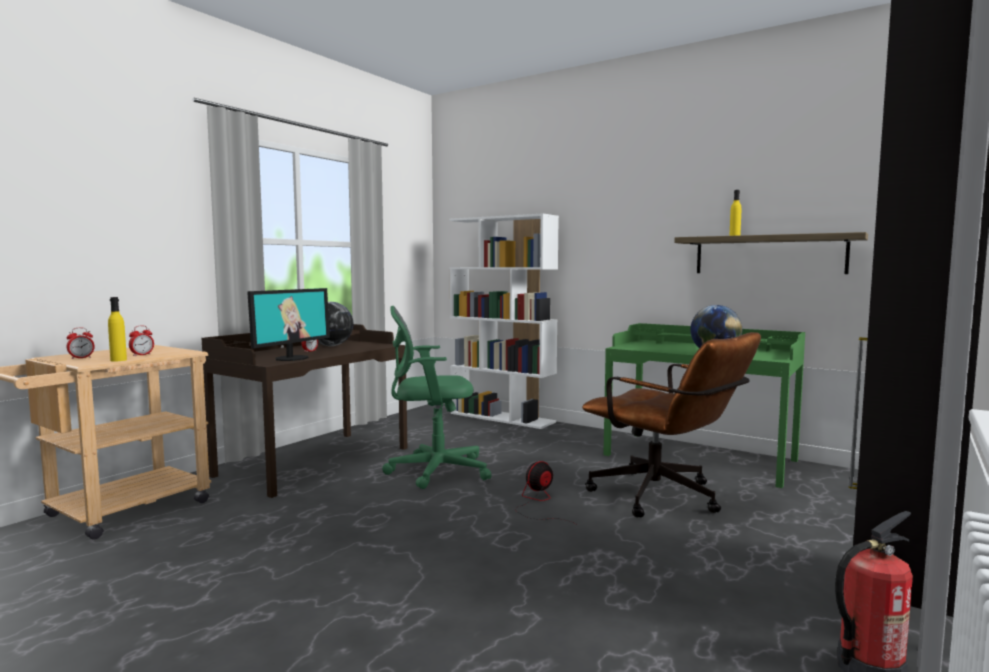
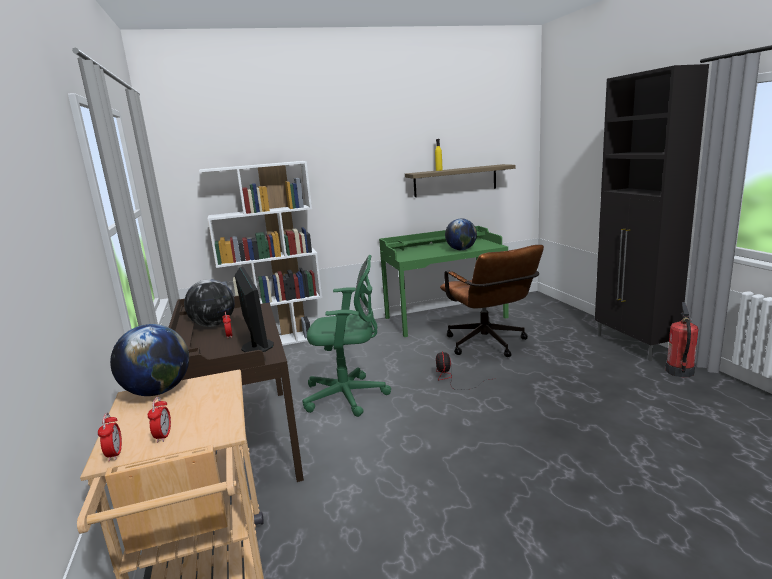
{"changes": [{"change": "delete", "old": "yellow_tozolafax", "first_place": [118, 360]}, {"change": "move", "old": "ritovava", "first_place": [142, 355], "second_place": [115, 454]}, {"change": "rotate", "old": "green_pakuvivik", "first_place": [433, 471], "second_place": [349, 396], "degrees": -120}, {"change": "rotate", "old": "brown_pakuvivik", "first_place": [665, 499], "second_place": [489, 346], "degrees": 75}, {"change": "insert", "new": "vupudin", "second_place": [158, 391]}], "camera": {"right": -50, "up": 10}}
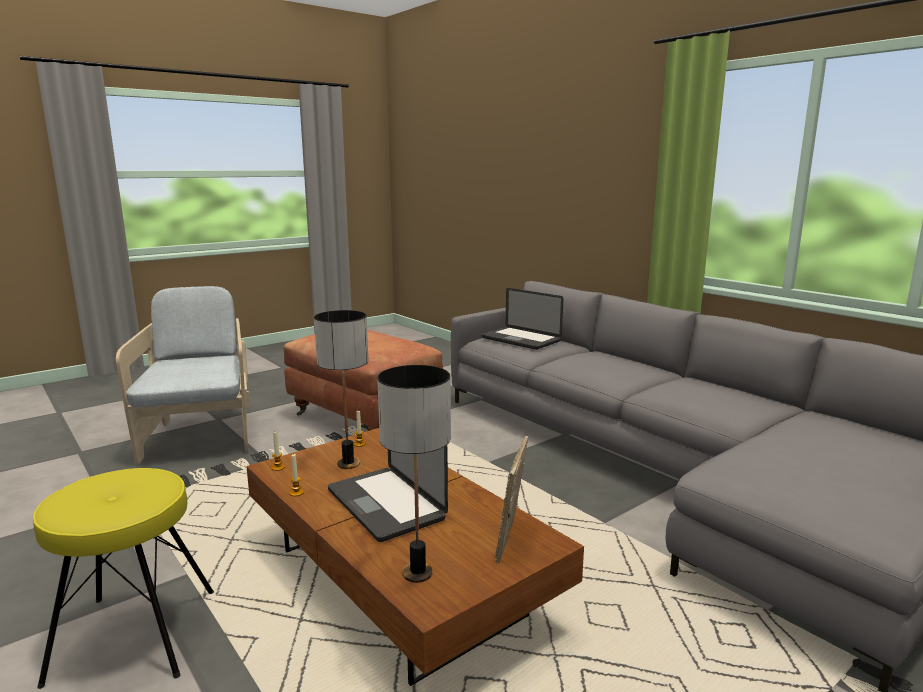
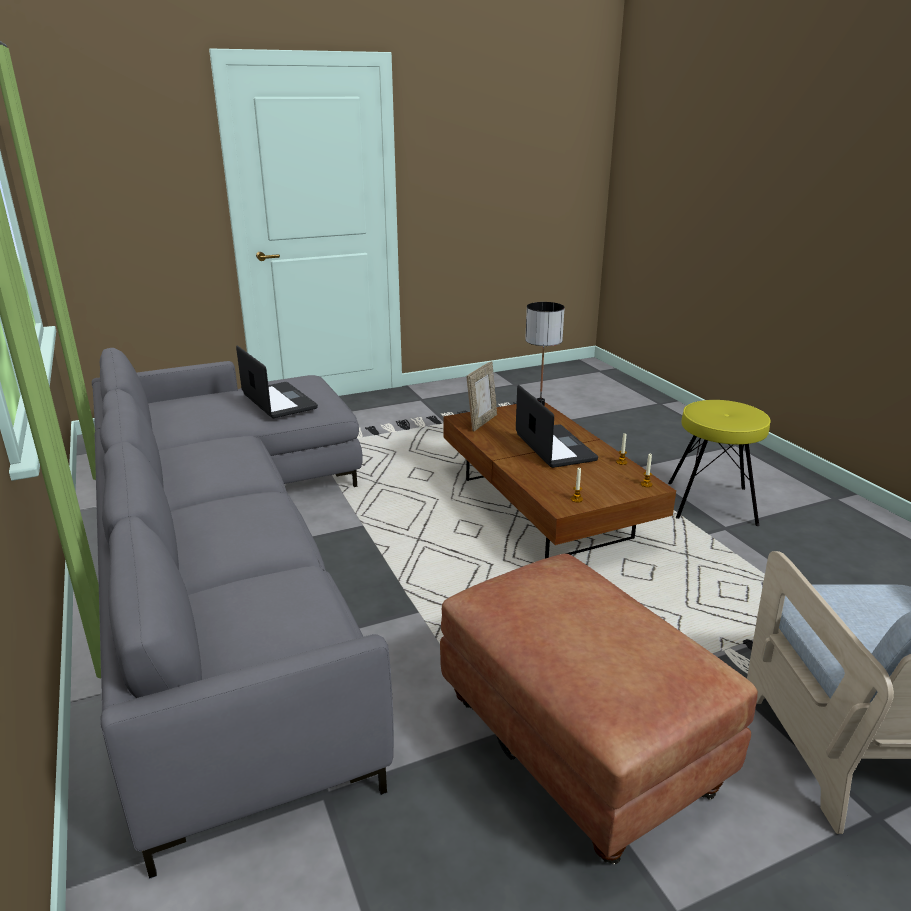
{"changes": [{"change": "delete", "old": "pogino", "first_place": [347, 464]}, {"change": "move", "old": "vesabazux", "first_place": [520, 339], "second_place": [279, 401]}], "camera": {"right": -165, "up": 10}}
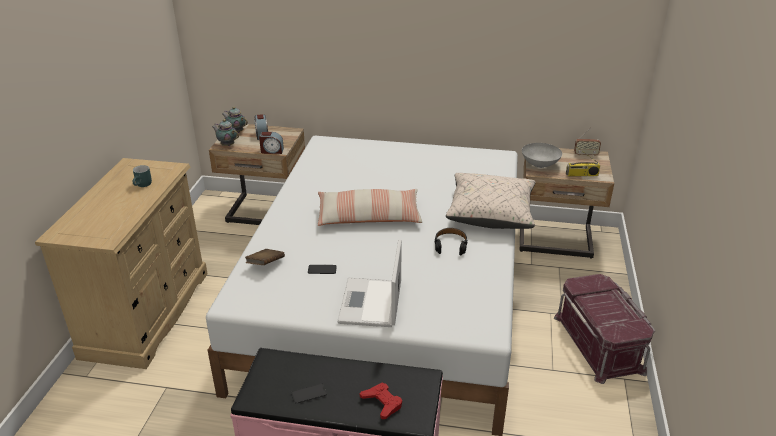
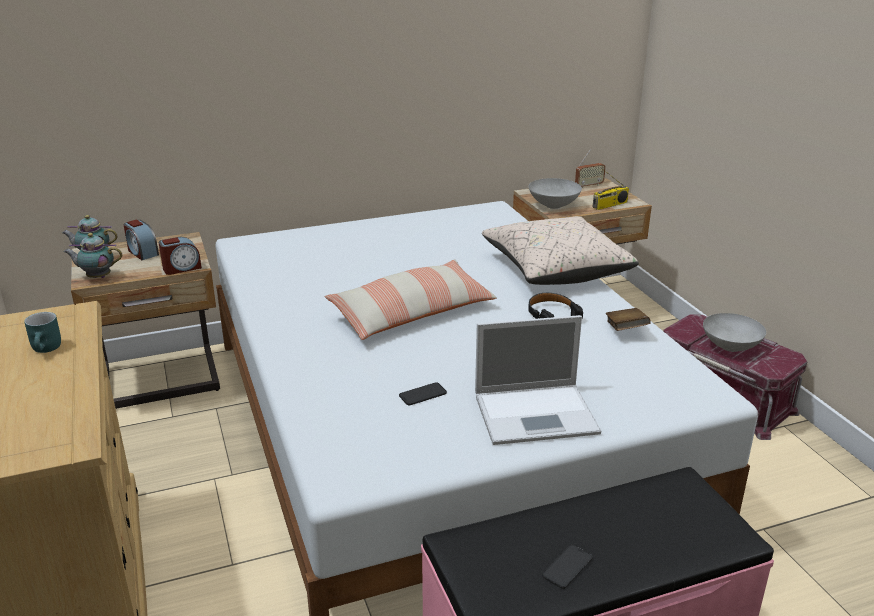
{"changes": [{"change": "move", "old": "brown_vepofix", "first_place": [265, 264], "second_place": [625, 330]}, {"change": "rotate", "old": "vesabazux", "first_place": [370, 304], "second_place": [538, 414], "degrees": -75}, {"change": "delete", "old": "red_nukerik", "first_place": [382, 403]}, {"change": "insert", "new": "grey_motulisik", "second_place": [729, 346]}], "camera": {"right": -30, "up": -5}}
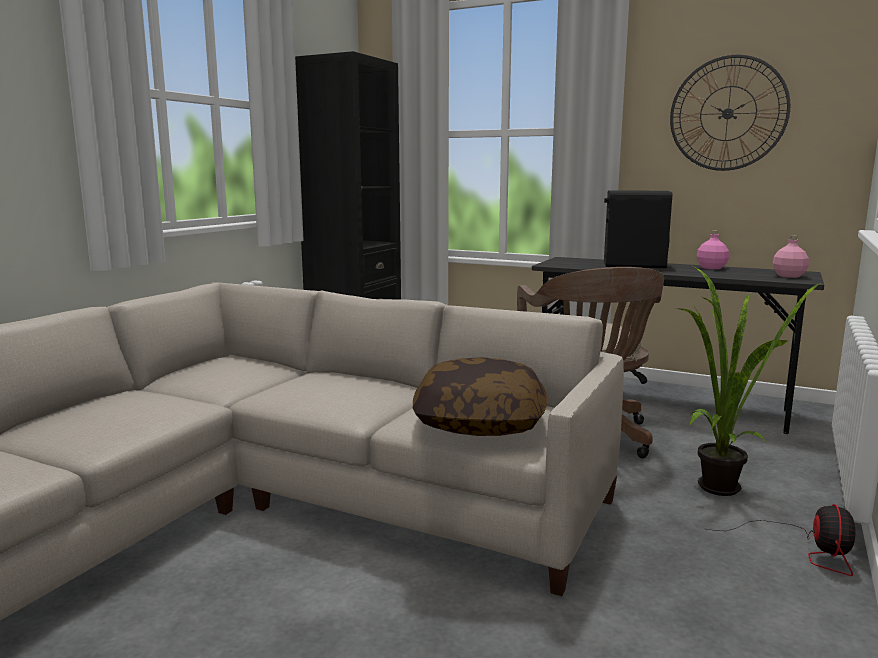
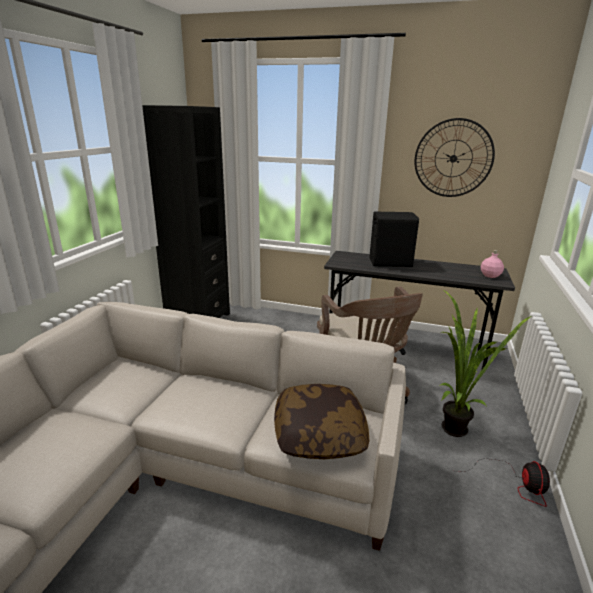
{"changes": [{"change": "delete", "old": "pink_tozolafax", "first_place": [711, 268]}], "camera": {"right": -10, "up": 10}}
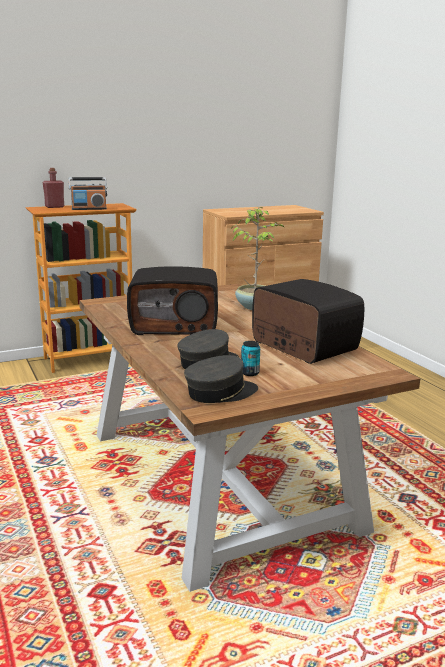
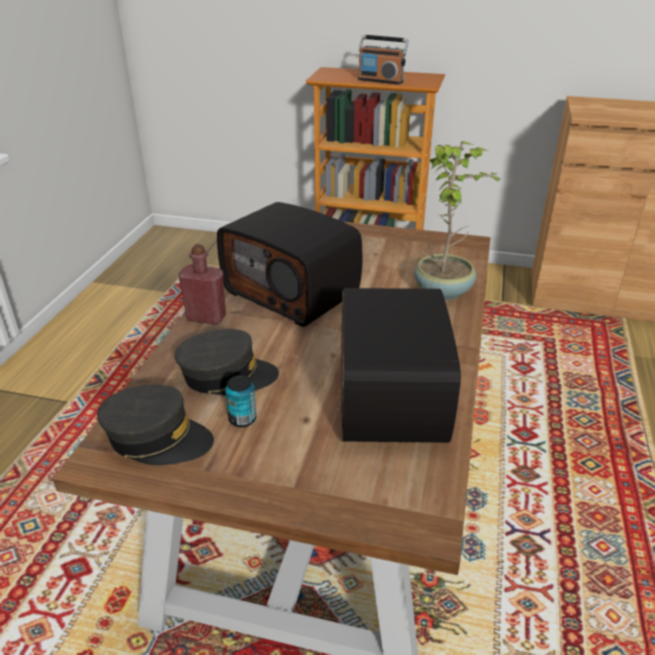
{"changes": [{"change": "move", "old": "red_tozolafax", "first_place": [54, 207], "second_place": [206, 317]}], "camera": {"right": 40, "up": 15}}
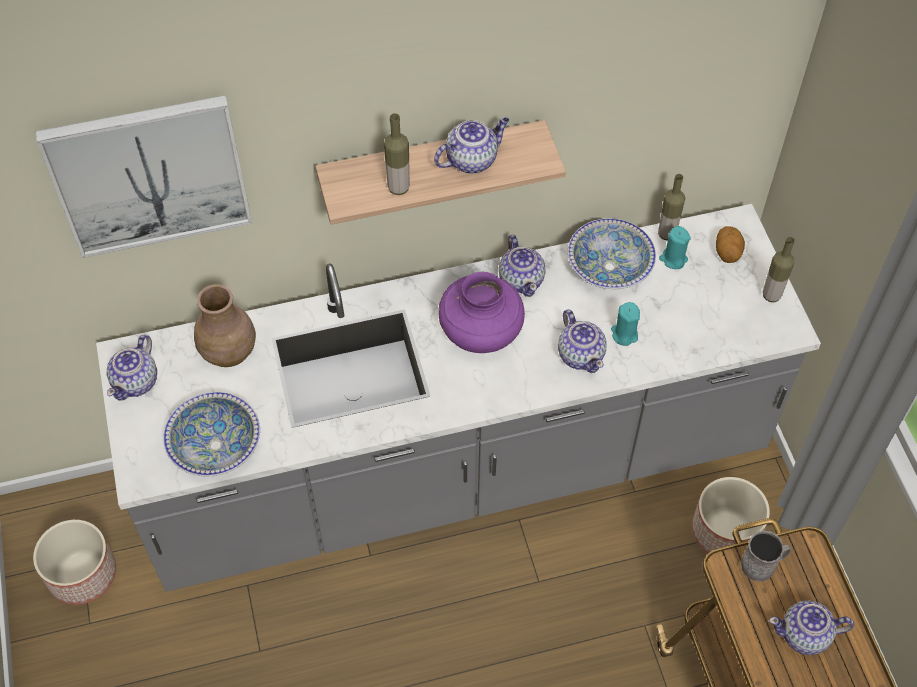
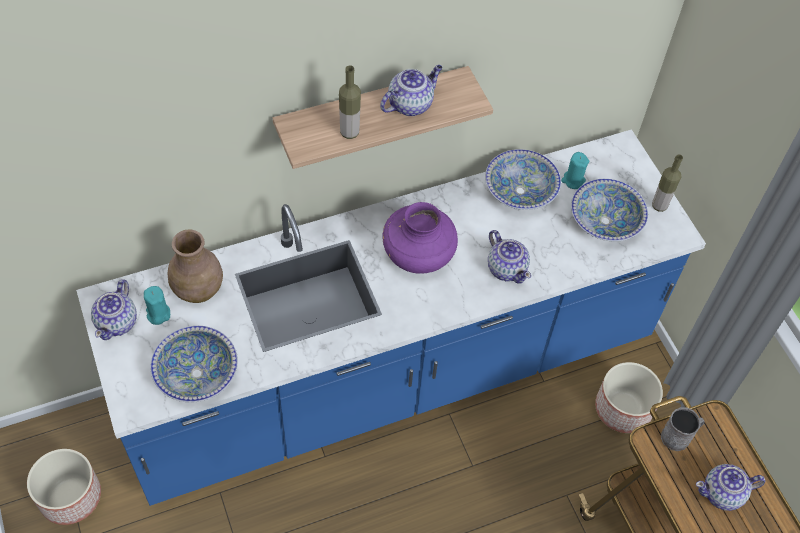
{"changes": [{"change": "delete", "old": "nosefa", "first_place": [149, 175]}, {"change": "recolor", "old": "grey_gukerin", "new": "blue_gukerin", "first_place": [458, 470], "second_place": [392, 375]}, {"change": "delete", "old": "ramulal", "first_place": [521, 279]}, {"change": "move", "old": "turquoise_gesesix", "first_place": [624, 334], "second_place": [158, 314]}, {"change": "delete", "old": "tozolafax", "first_place": [667, 234]}, {"change": "delete", "old": "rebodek", "first_place": [727, 253]}, {"change": "insert", "new": "motulisik", "second_place": [605, 221]}], "camera": {"right": -10, "up": 0}}
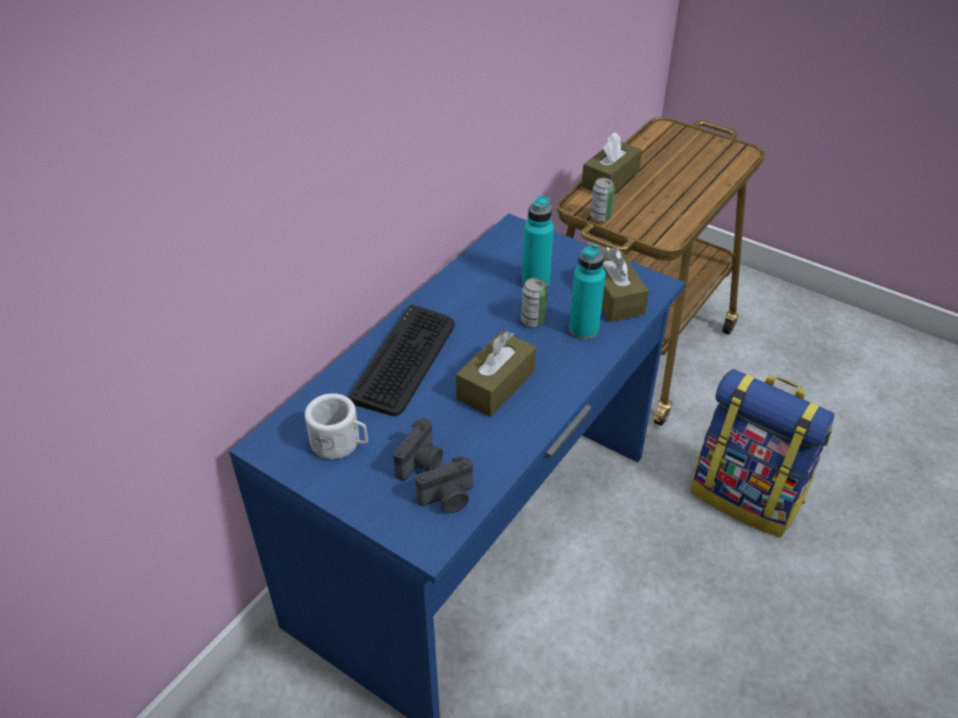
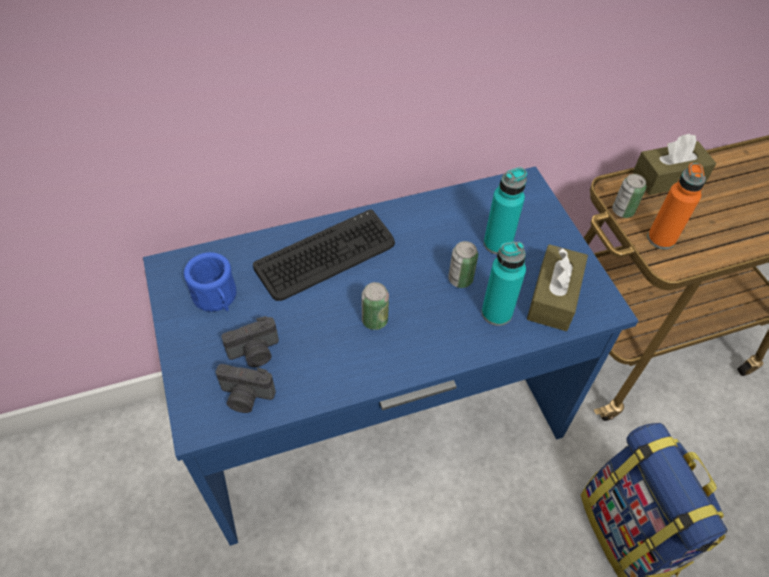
{"changes": [{"change": "recolor", "old": "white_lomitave", "new": "blue_lomitave", "first_place": [340, 443], "second_place": [217, 298]}, {"change": "replace", "old": "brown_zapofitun", "new": "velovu", "first_place": [496, 385], "second_place": [374, 320]}, {"change": "insert", "new": "orange_tozolafax", "second_place": [661, 239]}], "camera": {"right": 35, "up": 10}}
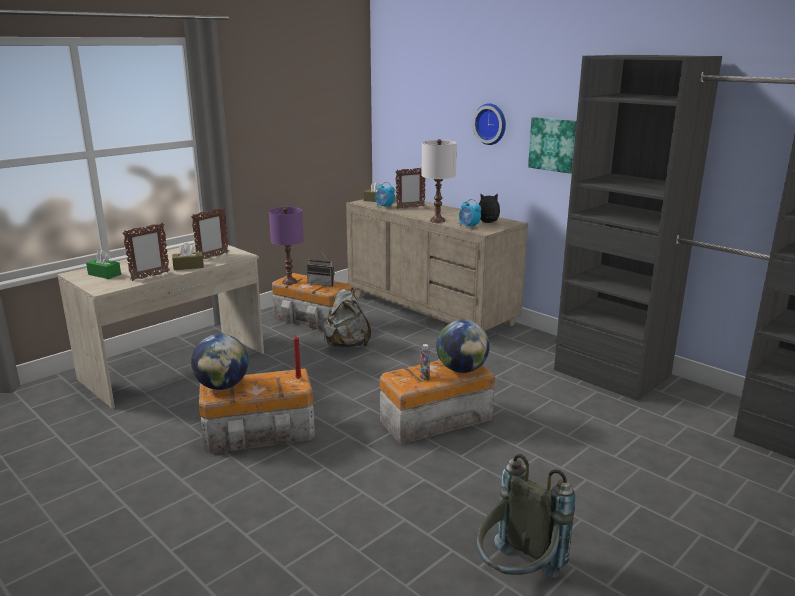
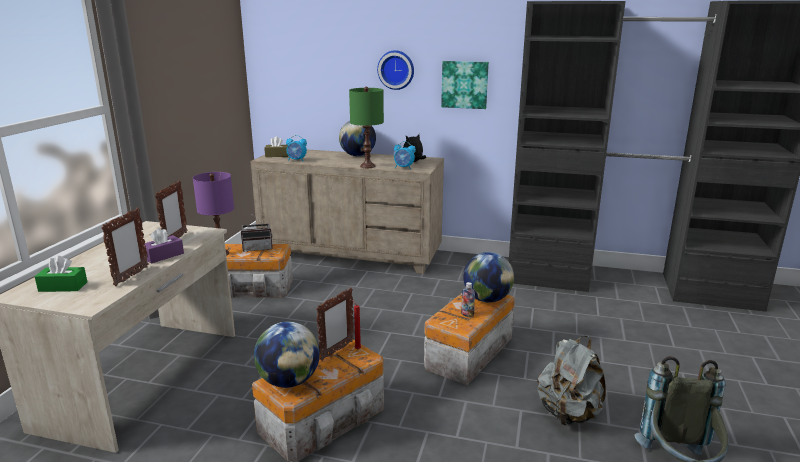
{"changes": [{"change": "recolor", "old": "brown_zapofitun", "new": "purple_zapofitun", "first_place": [188, 266], "second_place": [163, 256]}, {"change": "move", "old": "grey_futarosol", "first_place": [347, 345], "second_place": [569, 414]}, {"change": "move", "old": "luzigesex", "first_place": [410, 207], "second_place": [336, 351]}, {"change": "recolor", "old": "white_pogino", "new": "green_pogino", "first_place": [437, 220], "second_place": [367, 166]}, {"change": "insert", "new": "vupudin", "second_place": [358, 155]}], "camera": {"right": -30, "up": 0}}
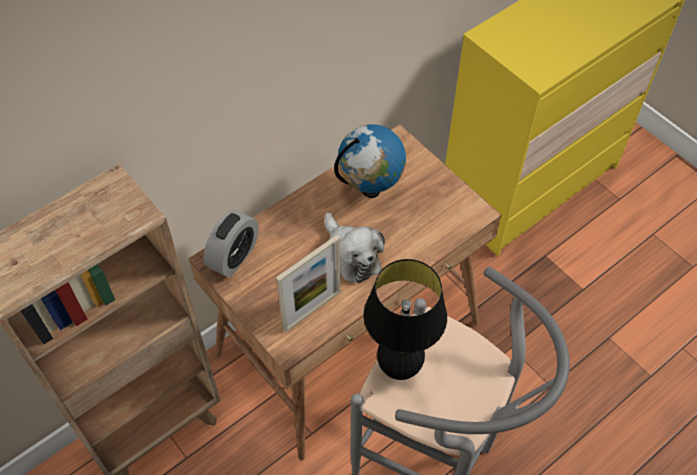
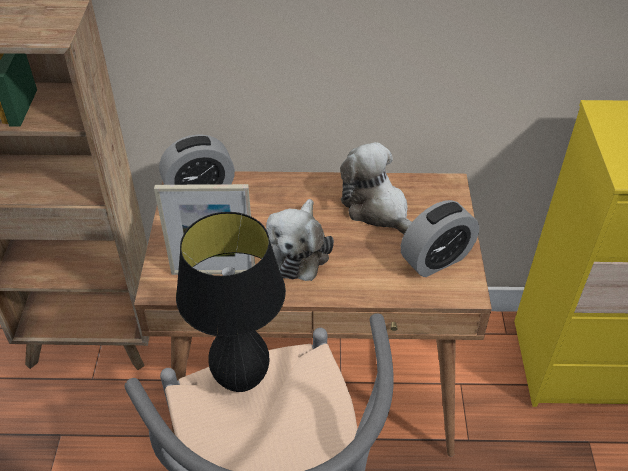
{"changes": [{"change": "replace", "old": "vupudin", "new": "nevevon", "first_place": [370, 189], "second_place": [377, 209]}, {"change": "insert", "new": "ritovava", "second_place": [436, 259]}], "camera": {"right": 40, "up": -10}}
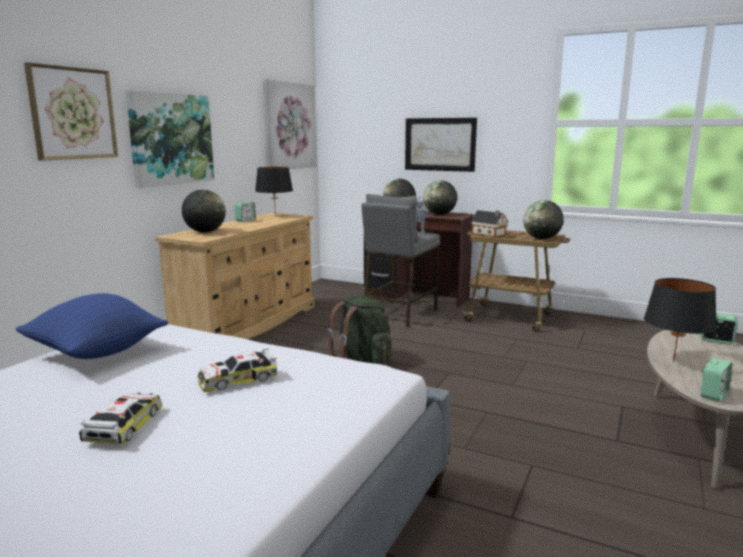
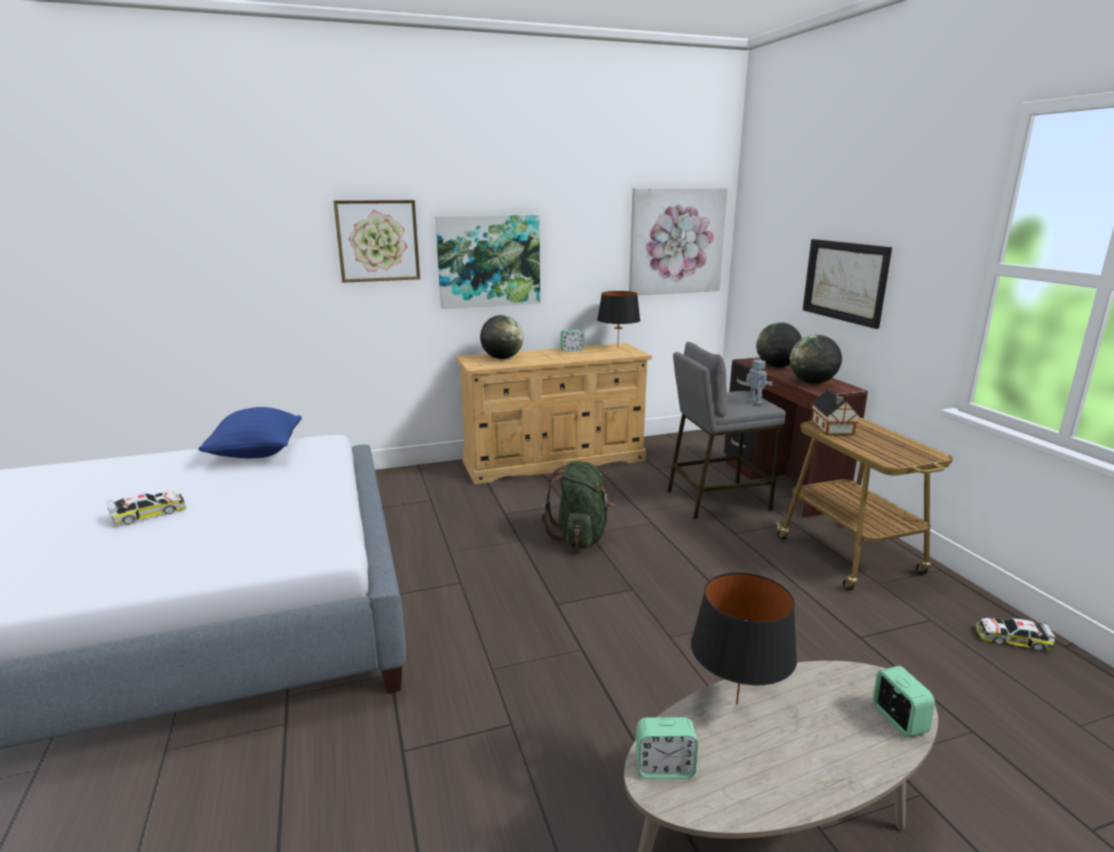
{"changes": [{"change": "move", "old": "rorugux", "first_place": [237, 379], "second_place": [1012, 639]}, {"change": "delete", "old": "vupudin", "first_place": [541, 239]}], "camera": {"right": 45, "up": 5}}
